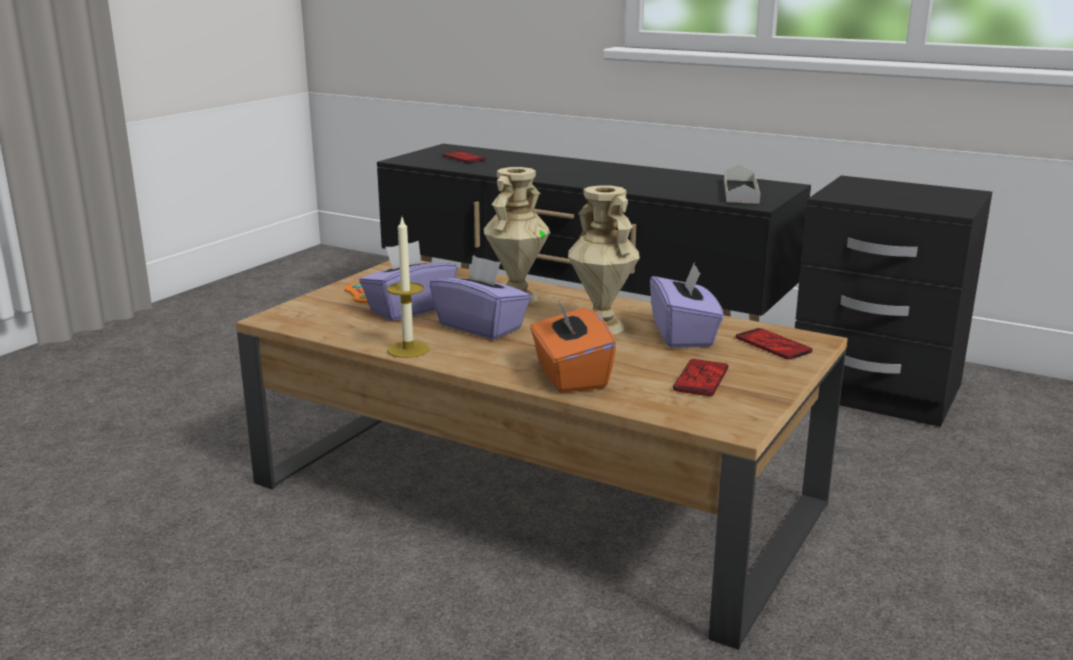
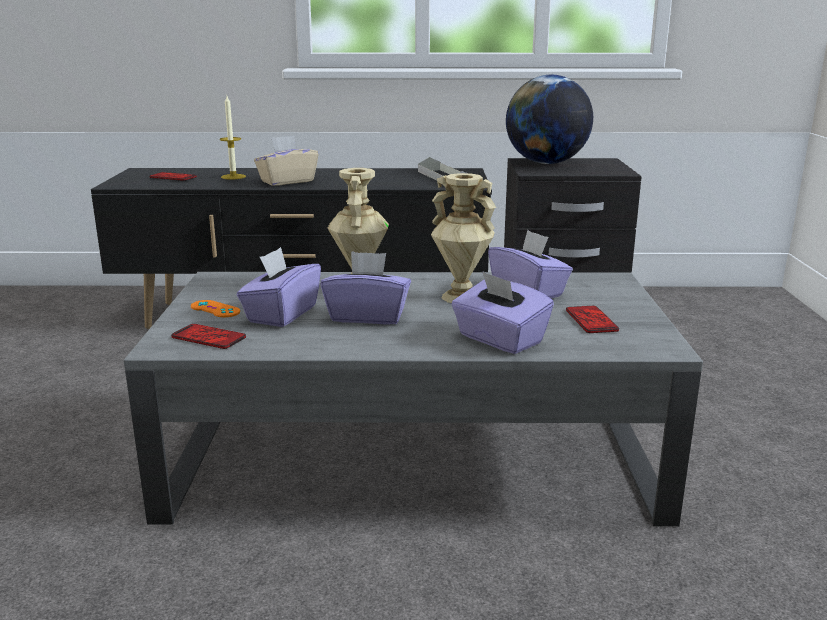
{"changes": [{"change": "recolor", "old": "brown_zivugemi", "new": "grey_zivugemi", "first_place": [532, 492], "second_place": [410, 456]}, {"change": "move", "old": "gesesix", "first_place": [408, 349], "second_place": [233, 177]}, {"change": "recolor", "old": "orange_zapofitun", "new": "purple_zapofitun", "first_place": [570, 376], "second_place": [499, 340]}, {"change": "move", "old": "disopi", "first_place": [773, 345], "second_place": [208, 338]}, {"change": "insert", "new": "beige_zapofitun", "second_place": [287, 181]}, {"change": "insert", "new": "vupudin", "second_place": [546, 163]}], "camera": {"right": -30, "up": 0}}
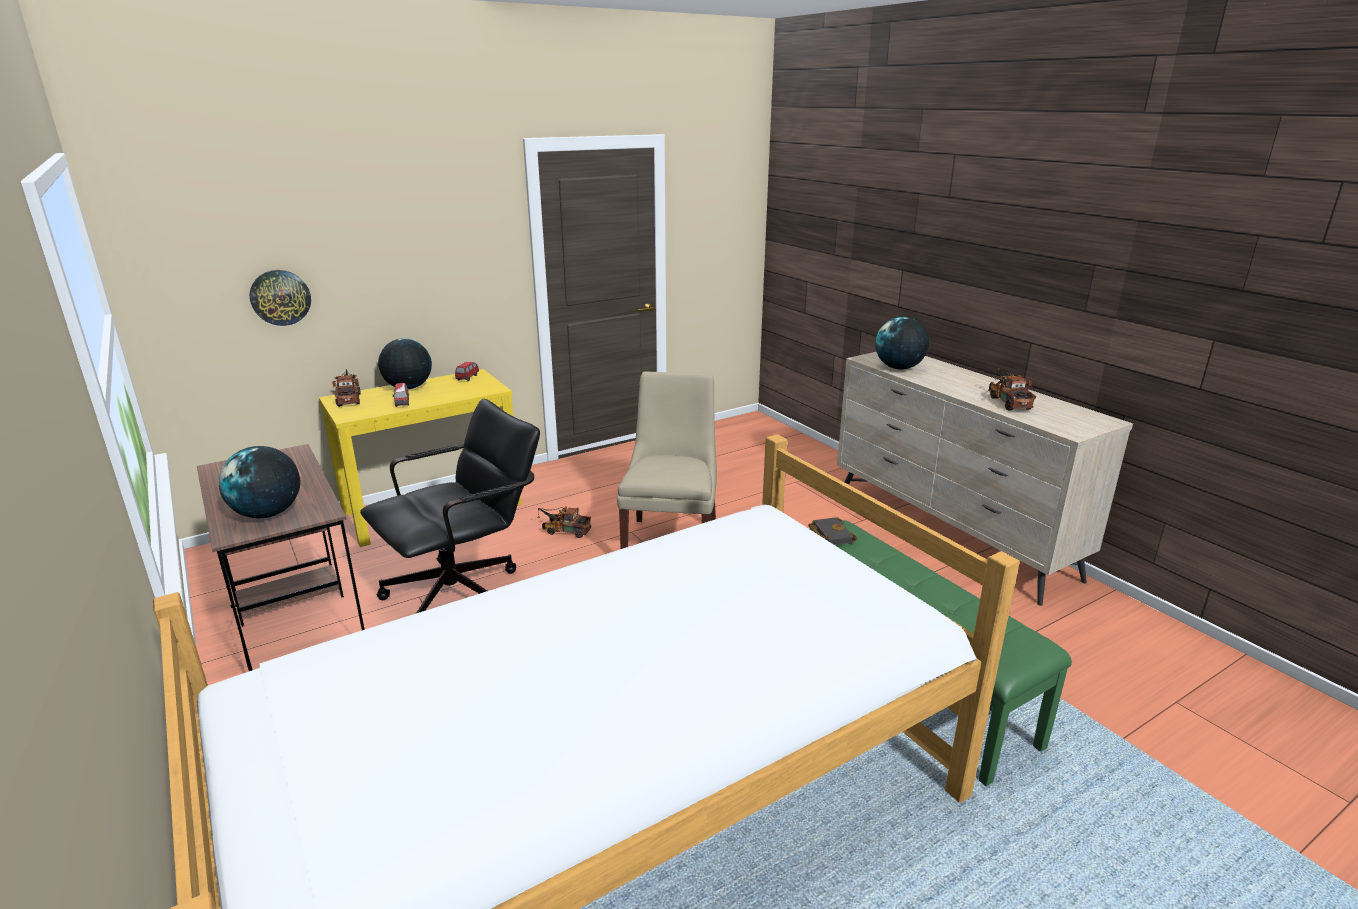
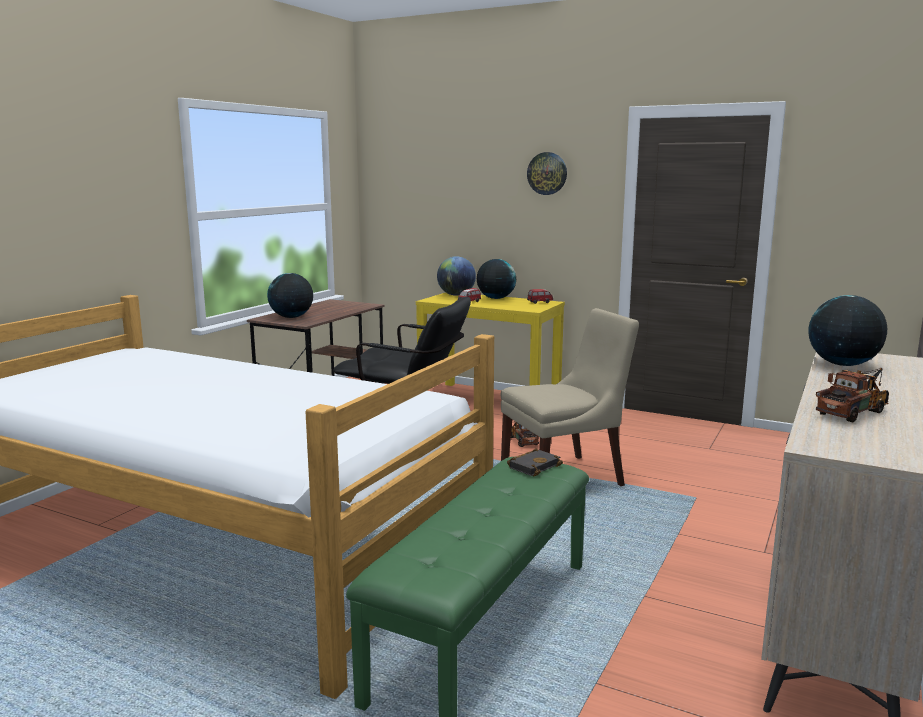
{"changes": [{"change": "move", "old": "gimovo", "first_place": [280, 297], "second_place": [547, 173]}, {"change": "replace", "old": "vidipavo", "new": "vupudin", "first_place": [349, 398], "second_place": [456, 295]}], "camera": {"right": 60, "up": -10}}
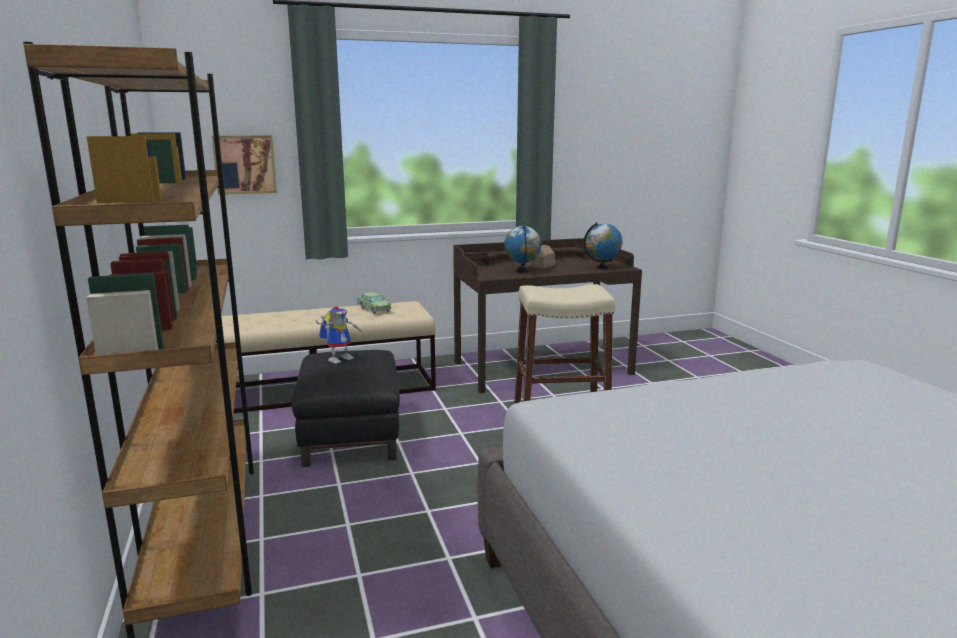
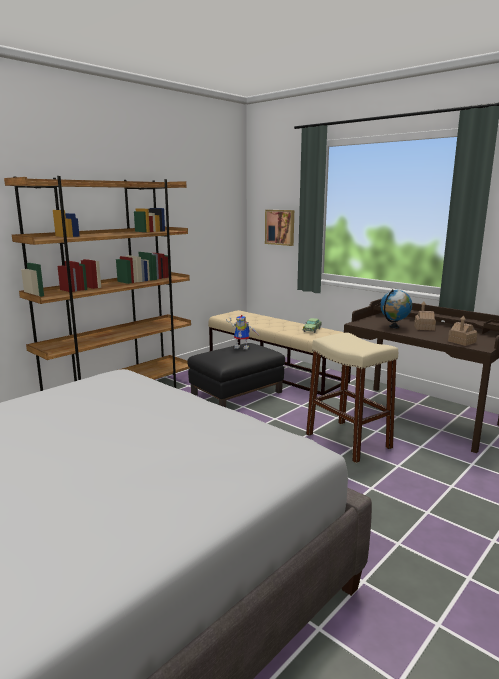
{"changes": [{"change": "replace", "old": "vupudin", "new": "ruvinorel", "first_place": [602, 268], "second_place": [461, 342]}], "camera": {"right": 60, "up": 0}}
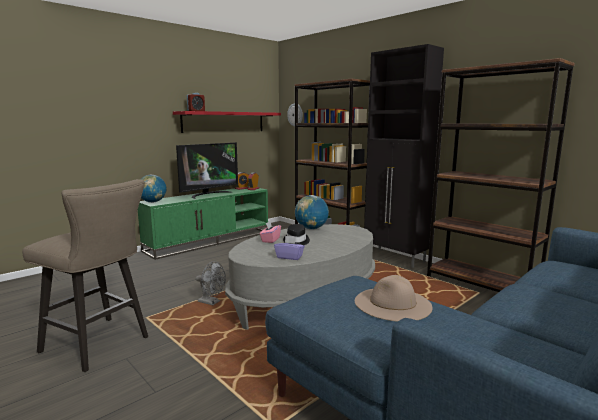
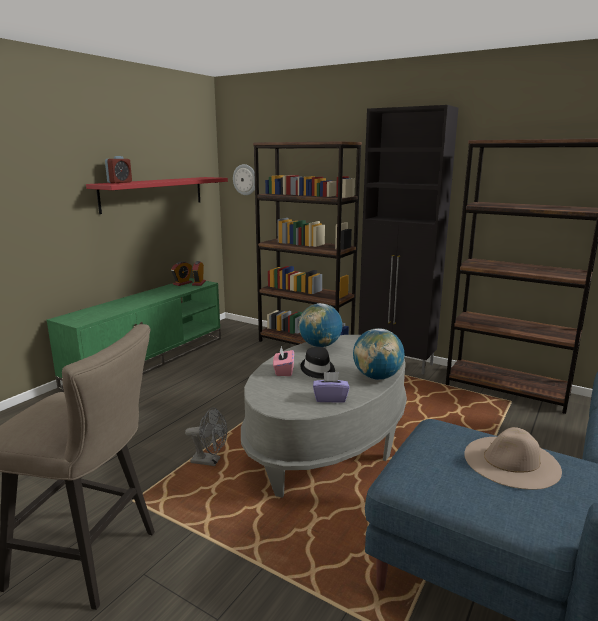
{"changes": [{"change": "move", "old": "vupudin", "first_place": [153, 202], "second_place": [377, 377]}, {"change": "delete", "old": "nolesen", "first_place": [208, 194]}], "camera": {"right": -15, "up": 5}}
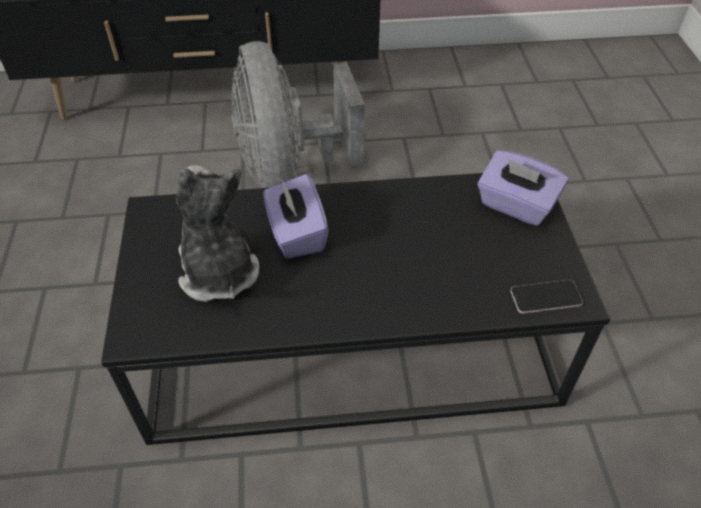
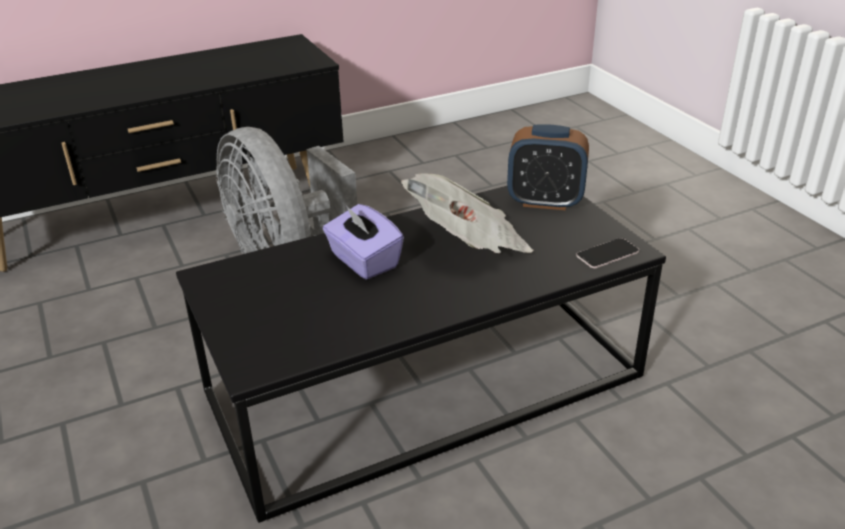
{"changes": [{"change": "delete", "old": "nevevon", "first_place": [218, 271]}, {"change": "replace", "old": "purple_zapofitun", "new": "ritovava", "first_place": [515, 205], "second_place": [545, 201]}, {"change": "insert", "new": "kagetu", "second_place": [468, 244]}], "camera": {"right": -20, "up": -15}}
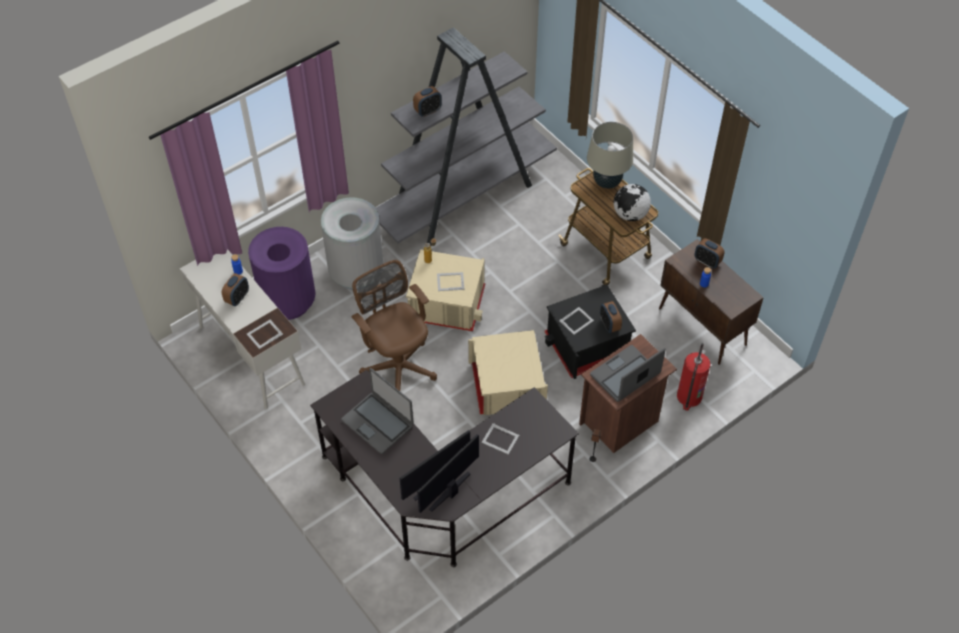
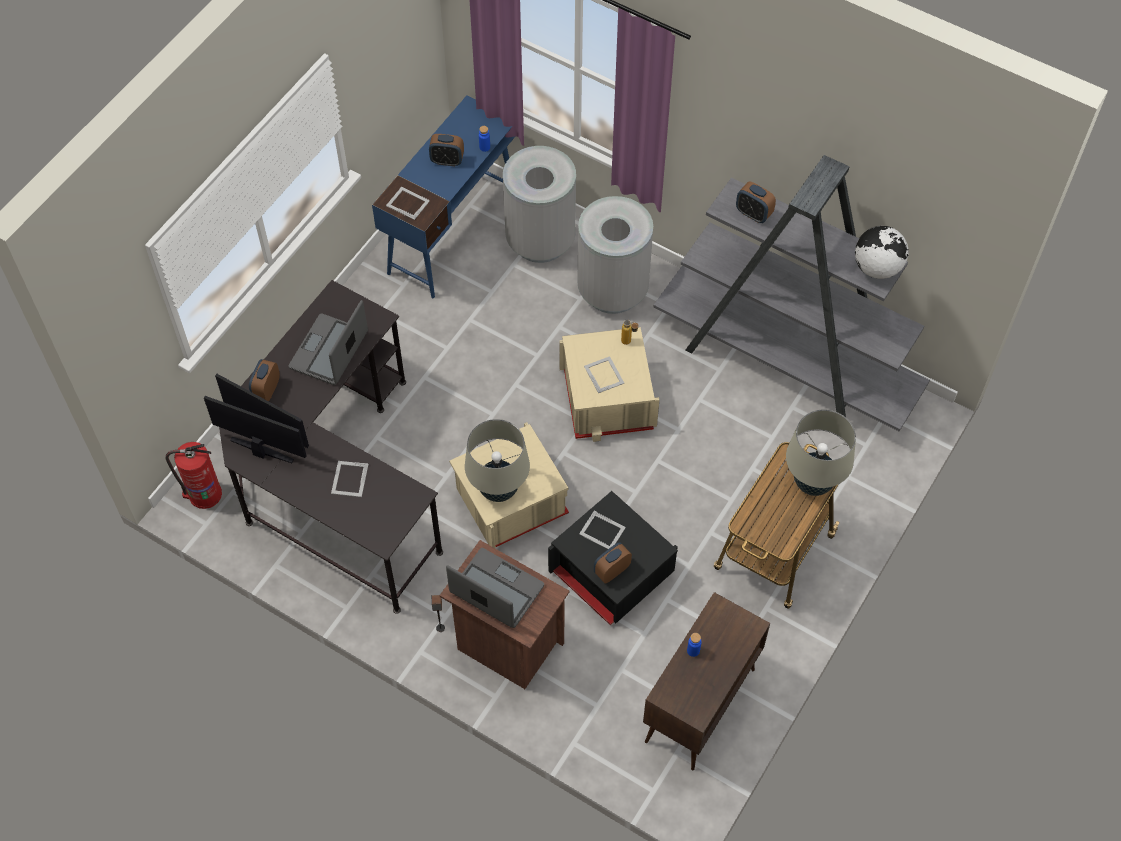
{"changes": [{"change": "recolor", "old": "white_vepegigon", "new": "blue_vepegigon", "first_place": [251, 354], "second_place": [453, 233]}, {"change": "recolor", "old": "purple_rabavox", "new": "grey_rabavox", "first_place": [288, 301], "second_place": [540, 240]}, {"change": "delete", "old": "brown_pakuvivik", "first_place": [397, 365]}, {"change": "move", "old": "vupudin", "first_place": [630, 215], "second_place": [877, 268]}, {"change": "move", "old": "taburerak", "first_place": [689, 397], "second_place": [204, 494]}, {"change": "move", "old": "ritovava", "first_place": [707, 262], "second_place": [266, 390]}, {"change": "insert", "new": "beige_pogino", "second_place": [498, 489]}], "camera": {"right": 70, "up": 5}}
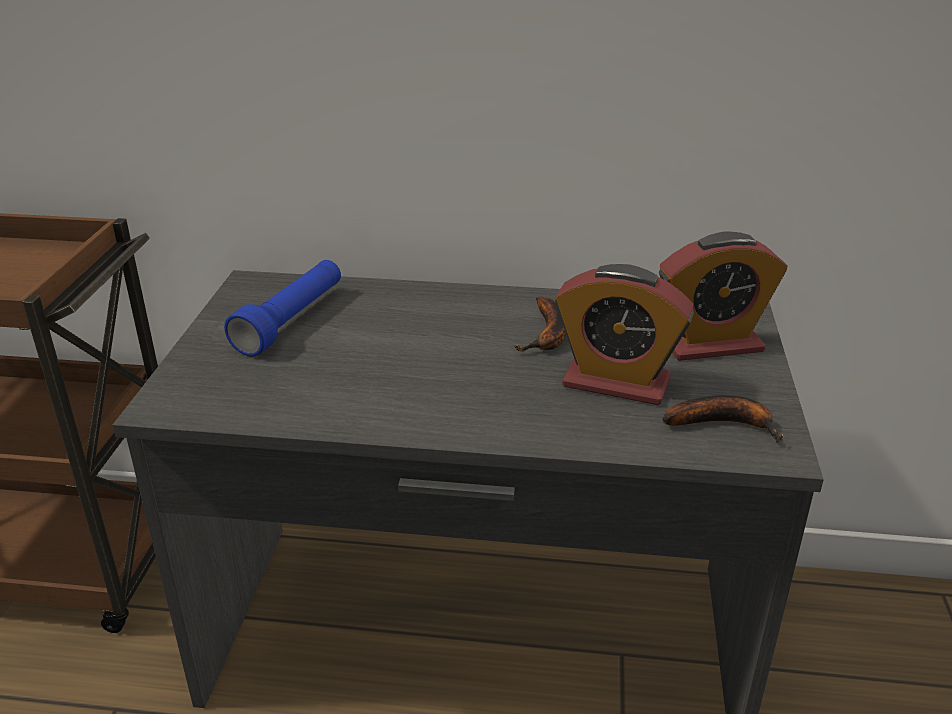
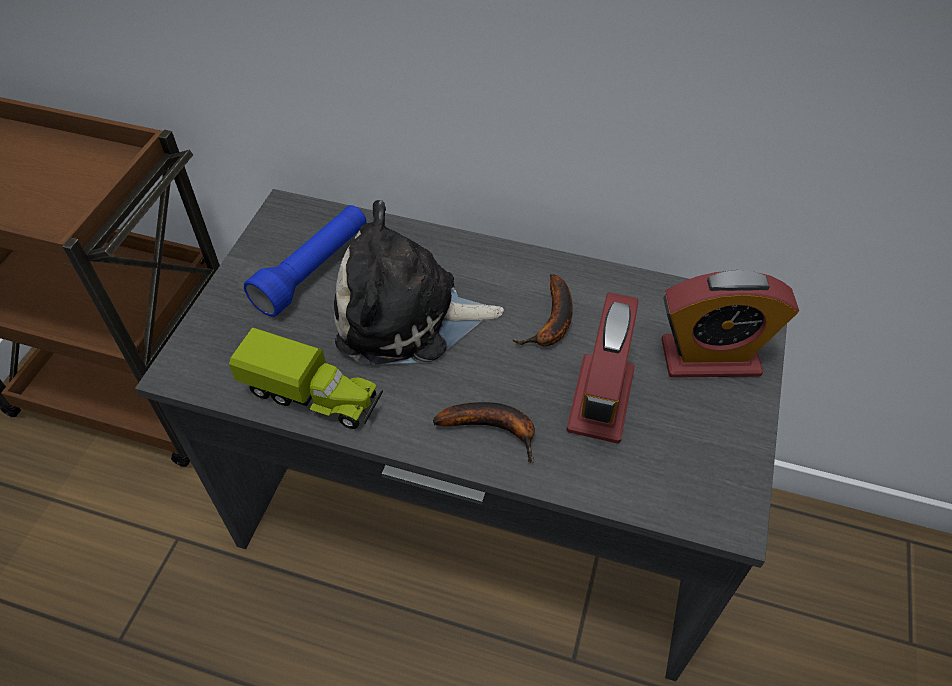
{"changes": [{"change": "rotate", "old": "ritovava", "first_place": [616, 382], "second_place": [600, 399], "degrees": 75}, {"change": "move", "old": "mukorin", "first_place": [724, 423], "second_place": [494, 428]}, {"change": "insert", "new": "vidipavo", "second_place": [313, 396]}, {"change": "insert", "new": "nevevon", "second_place": [407, 316]}], "camera": {"right": 10, "up": 20}}
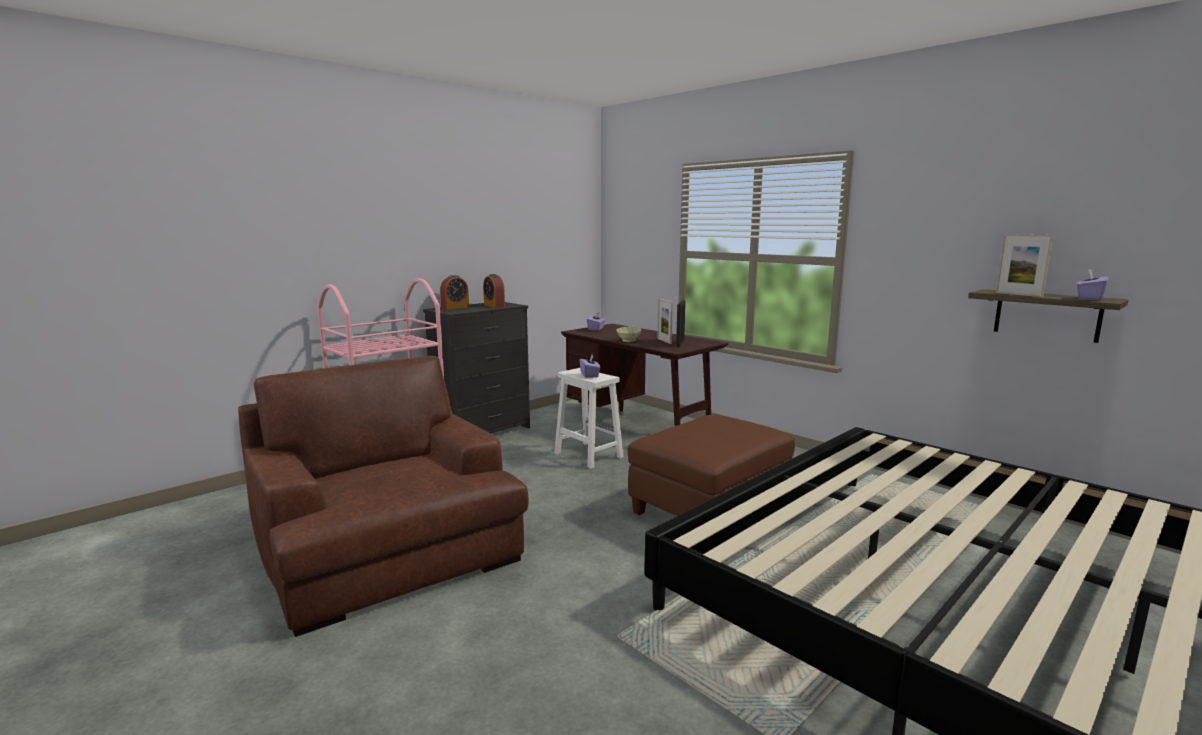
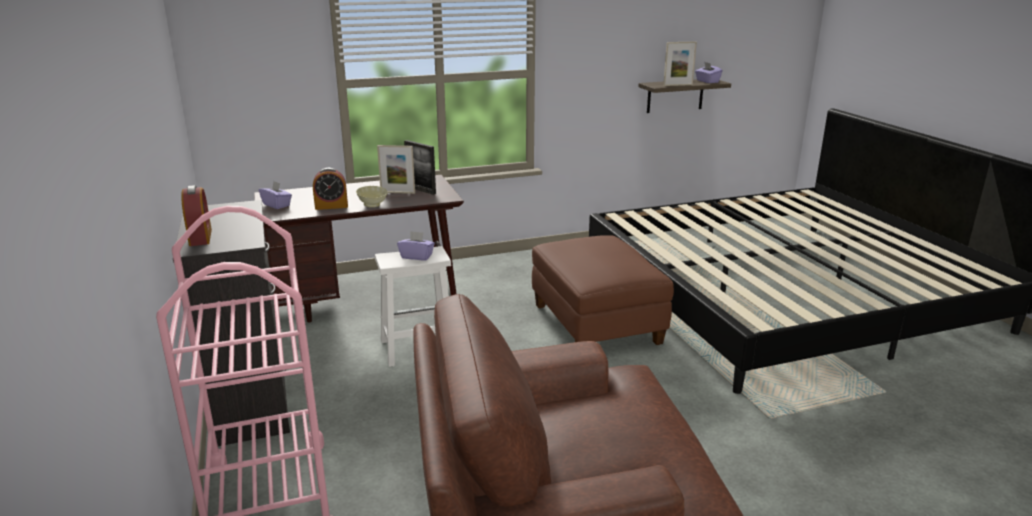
{"changes": [{"change": "move", "old": "ritovava", "first_place": [494, 306], "second_place": [331, 206]}], "camera": {"right": -65, "up": 10}}
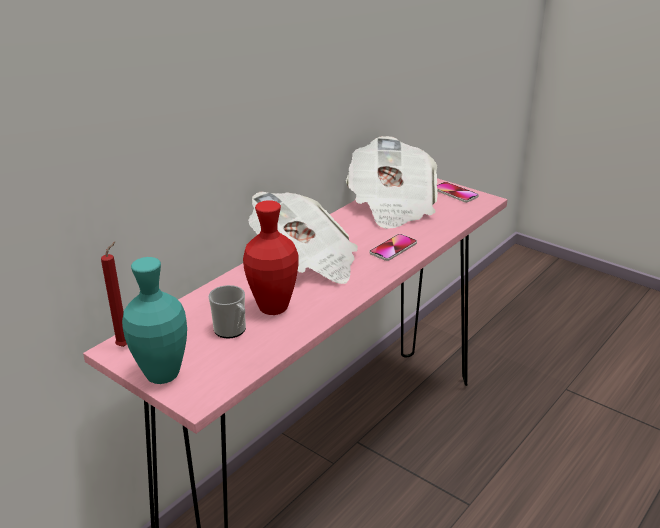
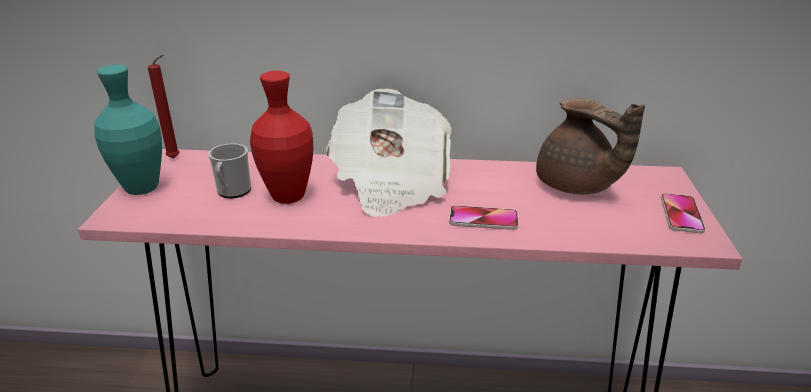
{"changes": [{"change": "replace", "old": "kagetu", "new": "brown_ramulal", "first_place": [392, 206], "second_place": [576, 186]}], "camera": {"right": 55, "up": 0}}
